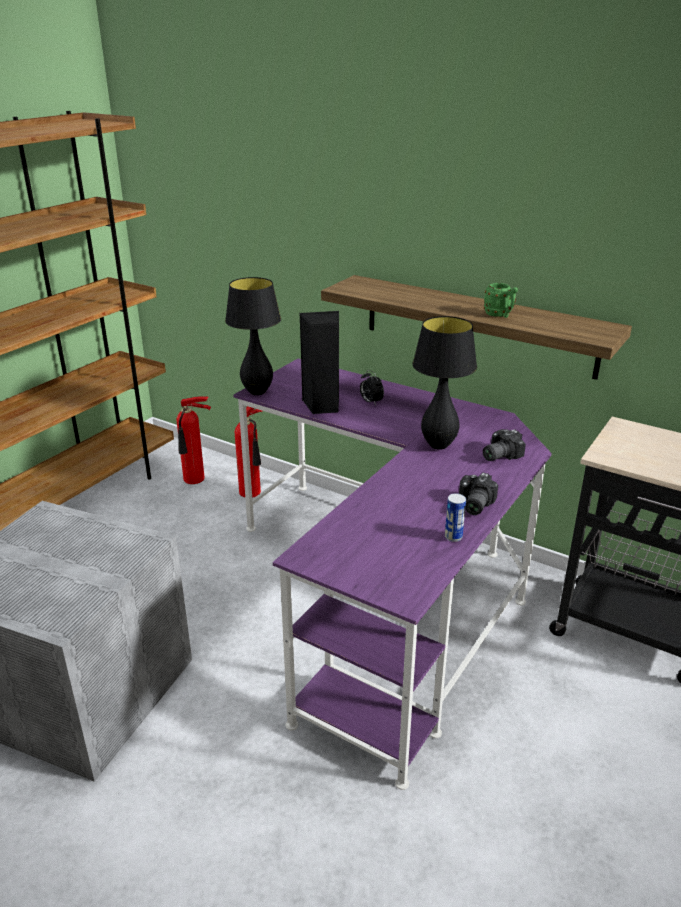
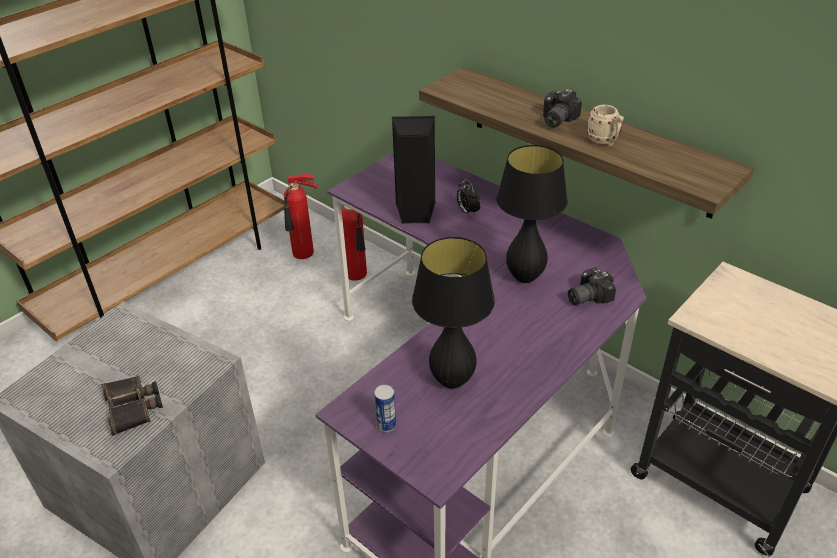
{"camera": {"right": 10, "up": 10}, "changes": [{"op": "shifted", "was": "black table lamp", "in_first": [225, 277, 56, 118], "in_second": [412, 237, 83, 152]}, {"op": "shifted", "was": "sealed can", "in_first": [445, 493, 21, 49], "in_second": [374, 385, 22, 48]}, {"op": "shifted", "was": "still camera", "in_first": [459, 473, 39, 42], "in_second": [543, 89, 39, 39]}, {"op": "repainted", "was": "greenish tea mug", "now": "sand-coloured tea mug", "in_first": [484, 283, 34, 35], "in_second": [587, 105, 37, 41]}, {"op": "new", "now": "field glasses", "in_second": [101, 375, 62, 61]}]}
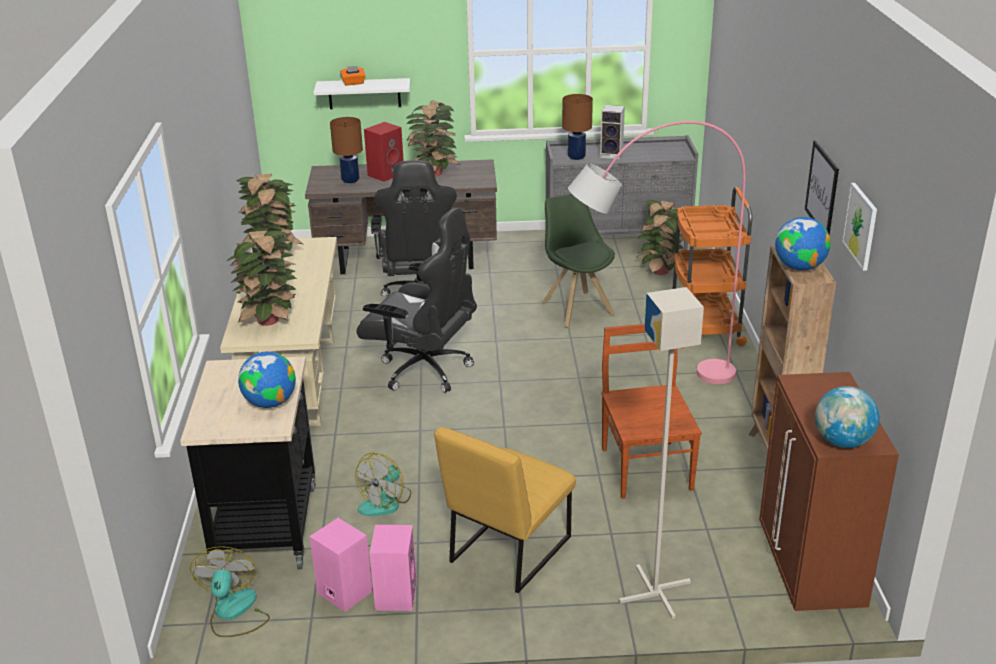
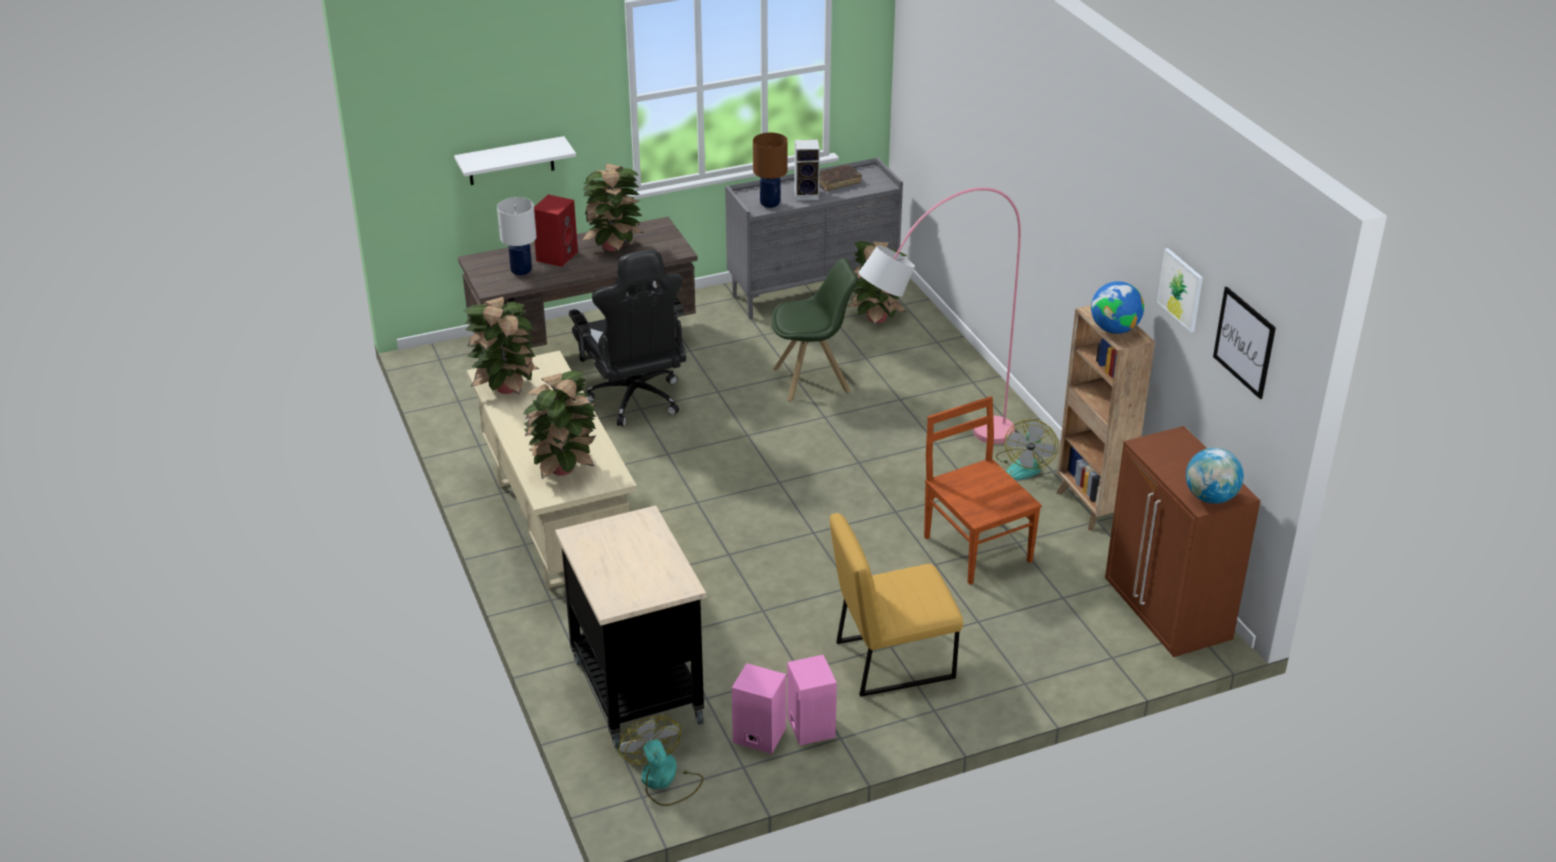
{"camera": {"right": -20, "up": 5}, "changes": [{"op": "gone", "was": "globe", "in_first": [238, 352, 58, 56]}, {"op": "repainted", "was": "brown table lamp", "now": "white-coloured table lamp", "in_first": [330, 117, 33, 66], "in_second": [497, 197, 40, 78]}, {"op": "gone", "was": "orange box of tissues", "in_first": [340, 66, 25, 20]}, {"op": "shifted", "was": "electric fan", "in_first": [355, 453, 56, 63], "in_second": [996, 419, 62, 61]}, {"op": "gone", "was": "black office chair", "in_first": [356, 207, 121, 186]}, {"op": "rotated", "was": "yellow-coloured upright chair", "in_first": [434, 427, 142, 166], "in_second": [830, 513, 133, 184], "clockwise": 60}, {"op": "rotated", "was": "greenish upright chair", "in_first": [542, 194, 73, 134], "in_second": [772, 258, 86, 144], "clockwise": 120}, {"op": "gone", "was": "greyish floor lamp", "in_first": [619, 287, 85, 332]}, {"op": "gone", "was": "orange trolley", "in_first": [673, 186, 79, 163]}, {"op": "shifted", "was": "picture", "in_first": [805, 140, 34, 96], "in_second": [1213, 287, 63, 112]}, {"op": "new", "now": "brown book", "in_second": [819, 165, 43, 26]}]}
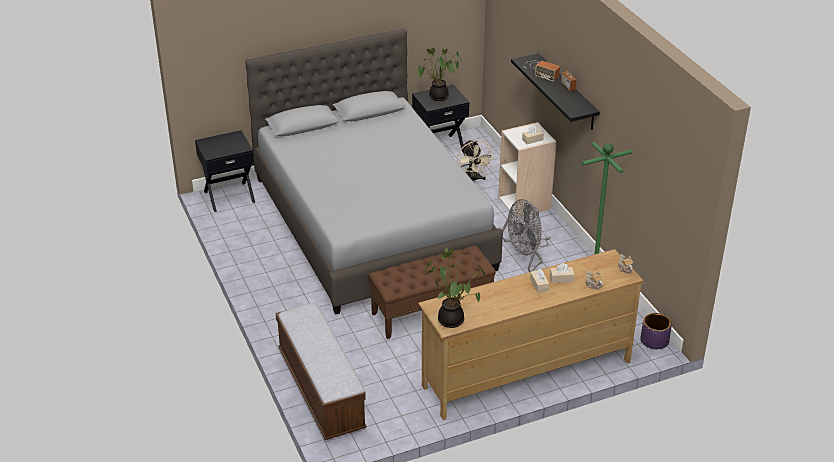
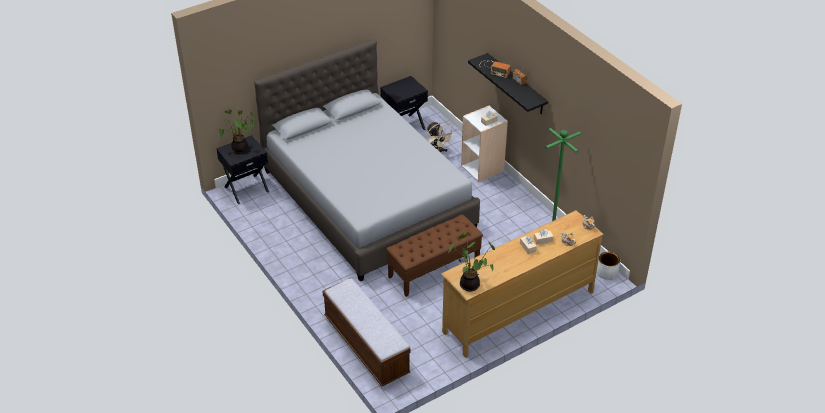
{"camera": {"right": -10, "up": 5}, "changes": [{"op": "shifted", "was": "plant in a pot", "in_first": [418, 48, 44, 53], "in_second": [218, 109, 38, 45]}, {"op": "gone", "was": "greyish electric fan", "in_first": [502, 199, 49, 73]}, {"op": "repainted", "was": "purple planter", "now": "white-coloured planter", "in_first": [641, 313, 31, 36], "in_second": [596, 252, 24, 28]}]}
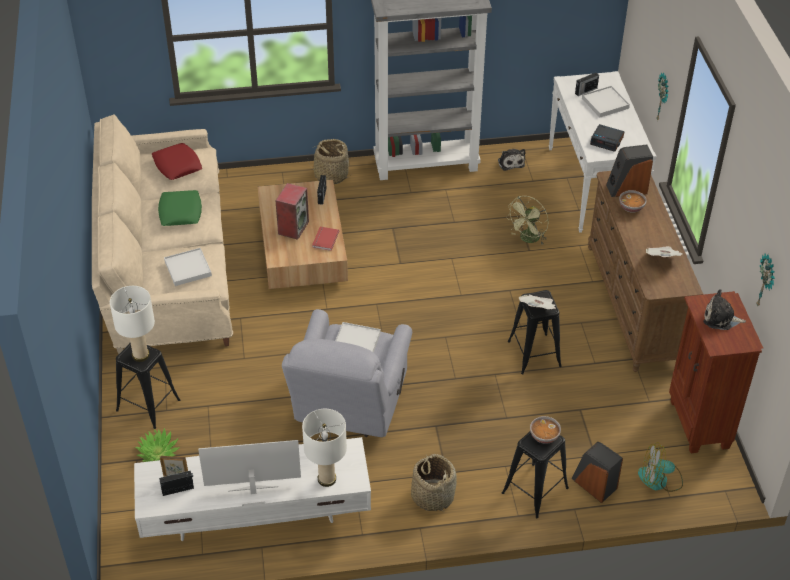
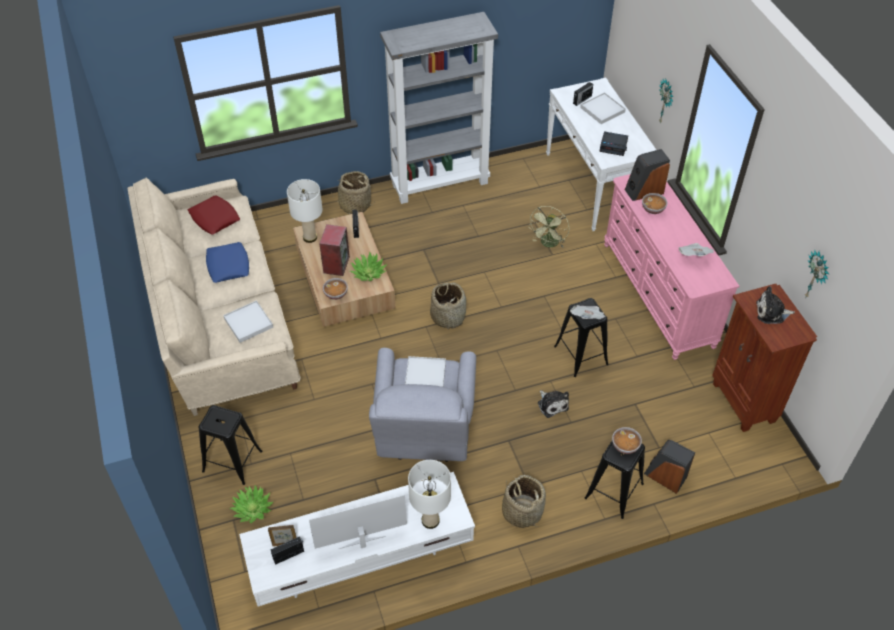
{"camera": {"right": -10, "up": 5}, "changes": [{"op": "shifted", "was": "white-coloured table lamp", "in_first": [110, 286, 45, 76], "in_second": [287, 179, 35, 64]}, {"op": "repainted", "was": "greenish throw pillow", "now": "bluish throw pillow", "in_first": [158, 190, 44, 36], "in_second": [206, 242, 43, 41]}, {"op": "swapped", "was": "red book", "now": "plant in a pot", "in_first": [312, 227, 27, 24], "in_second": [350, 251, 37, 30]}, {"op": "shifted", "was": "plush toy", "in_first": [498, 149, 27, 22], "in_second": [538, 390, 31, 28]}, {"op": "repainted", "was": "brown dresser", "now": "pink dresser", "in_first": [588, 171, 115, 201], "in_second": [604, 174, 135, 186]}, {"op": "gone", "was": "electric fan", "in_first": [638, 442, 45, 50]}, {"op": "new", "now": "deep dish", "in_second": [323, 278, 25, 22]}, {"op": "new", "now": "basket", "in_second": [430, 282, 36, 48]}]}
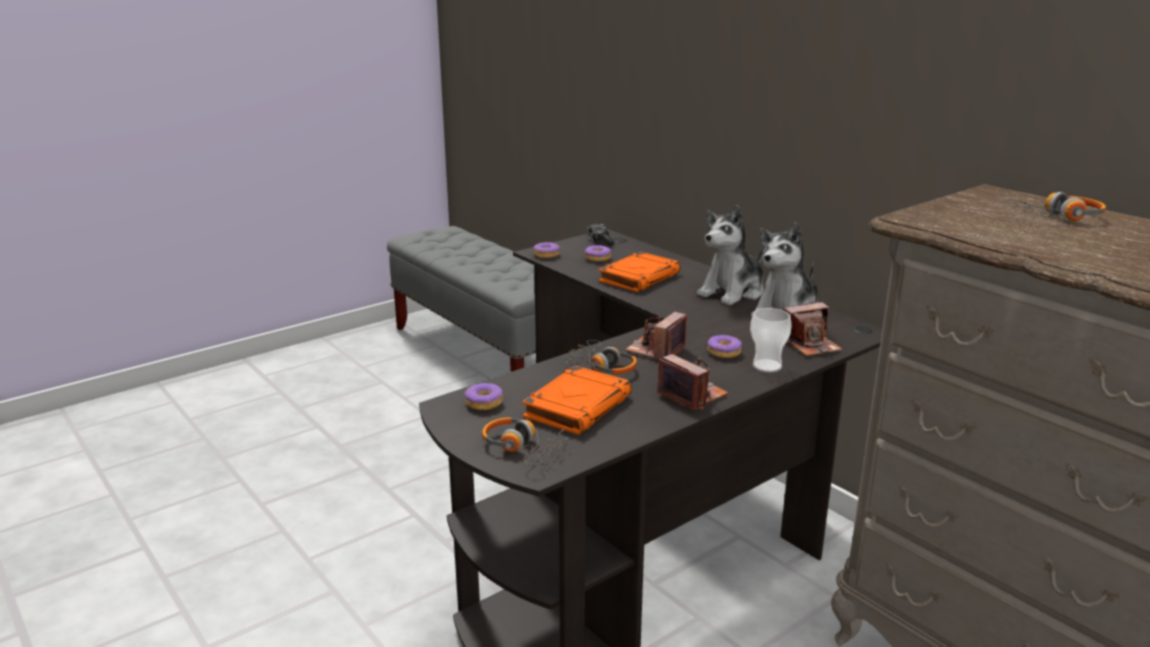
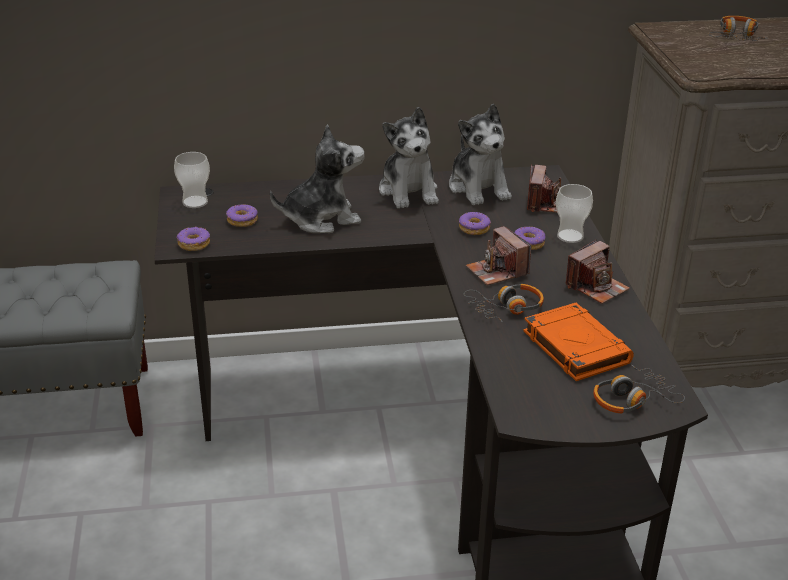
{"camera": {"right": -60, "up": 10}, "changes": [{"op": "shifted", "was": "ring doughnut", "in_first": [464, 383, 39, 27], "in_second": [459, 212, 32, 23]}, {"op": "swapped", "was": "joypad", "now": "small cup", "in_first": [587, 224, 27, 22], "in_second": [174, 152, 36, 56]}, {"op": "swapped", "was": "orange book", "now": "plush toy", "in_first": [599, 252, 82, 40], "in_second": [270, 124, 95, 109]}, {"op": "rotated", "was": "still camera", "in_first": [657, 354, 72, 56], "in_second": [566, 240, 64, 64], "clockwise": 150}]}
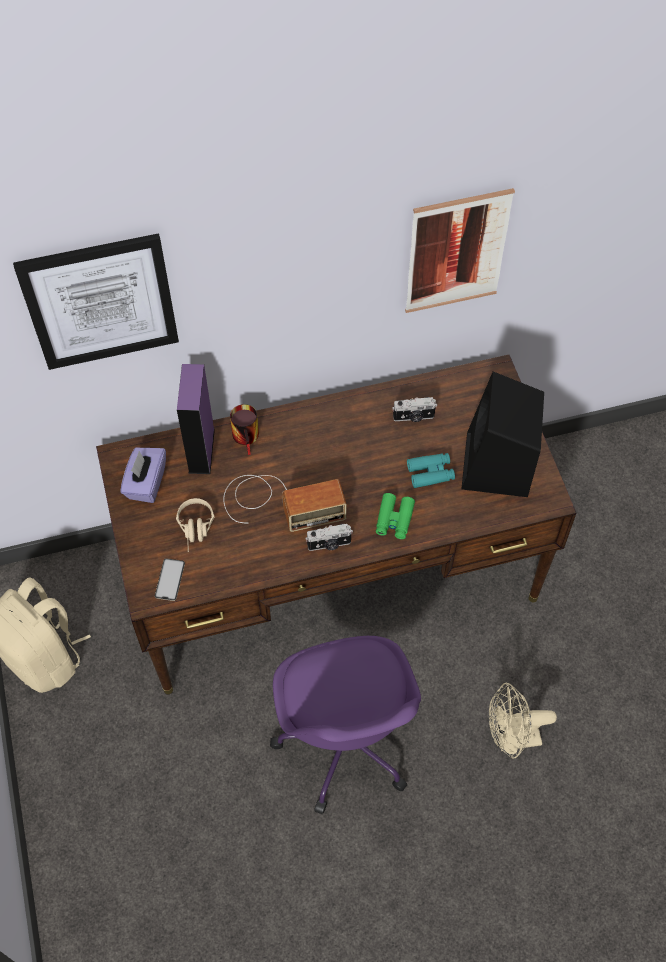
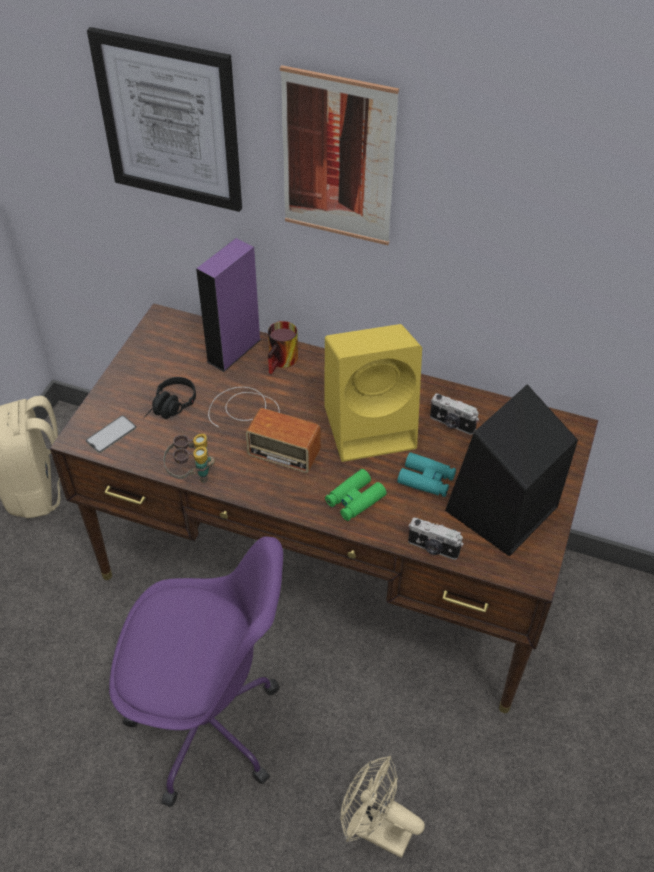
{"camera": {"right": 35, "up": -10}, "changes": [{"op": "gone", "was": "purple box of tissues", "in_first": [120, 448, 46, 55]}, {"op": "repainted", "was": "sand-coloured headphones", "now": "black headphones", "in_first": [176, 498, 39, 54], "in_second": [143, 377, 53, 42]}, {"op": "rotated", "was": "purple office chair", "in_first": [270, 636, 151, 178], "in_second": [109, 536, 174, 271], "clockwise": -105}, {"op": "shifted", "was": "still camera", "in_first": [305, 524, 48, 27], "in_second": [408, 517, 56, 43]}, {"op": "shifted", "was": "picture", "in_first": [405, 188, 110, 125], "in_second": [280, 65, 119, 180]}, {"op": "new", "now": "field glasses", "in_second": [164, 433, 51, 50]}, {"op": "new", "now": "yellow-coloured loudspeaker", "in_second": [325, 324, 97, 138]}]}
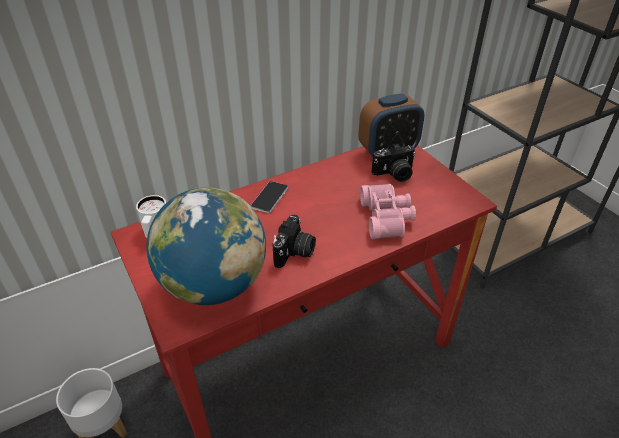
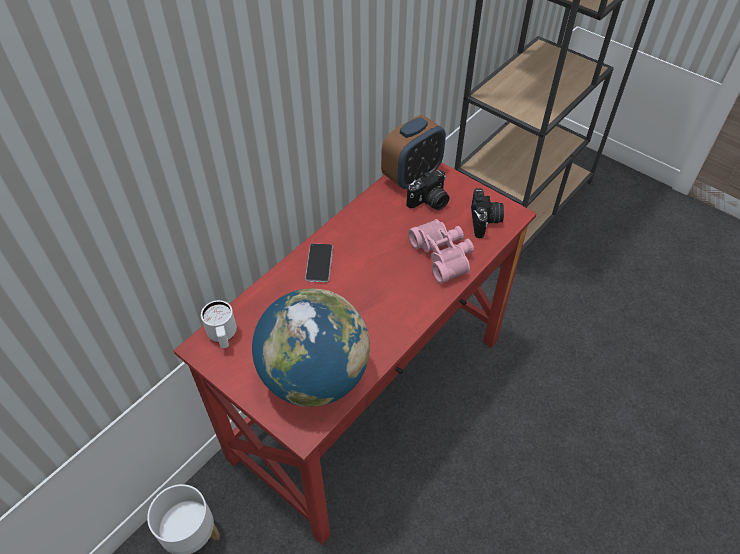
{"camera": {"right": -20, "up": 10}, "changes": [{"op": "shifted", "was": "still camera", "in_first": [272, 214, 44, 54], "in_second": [471, 188, 33, 50]}]}
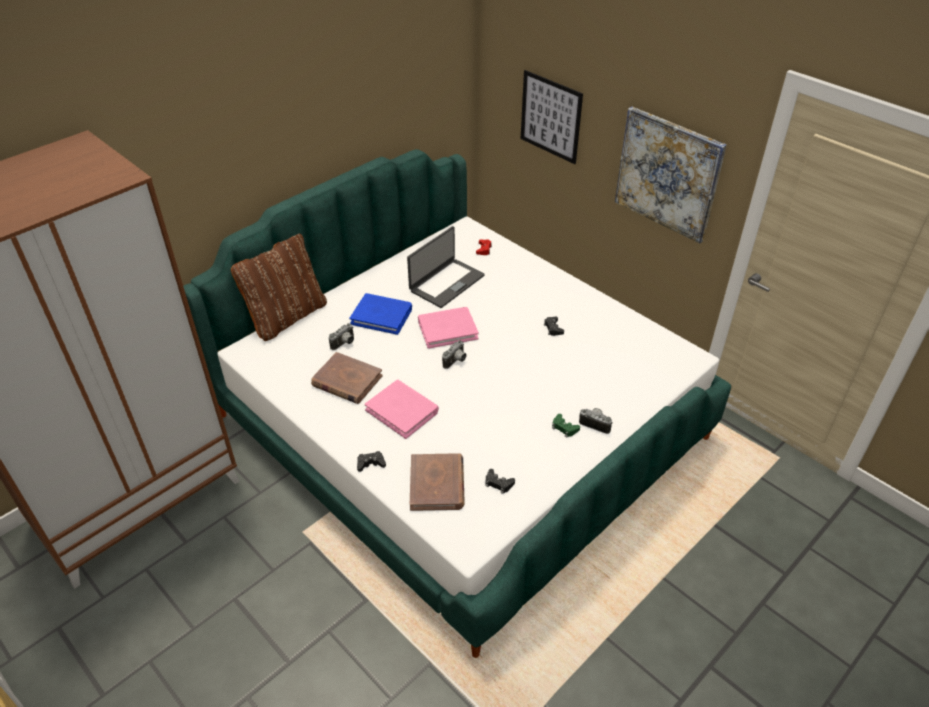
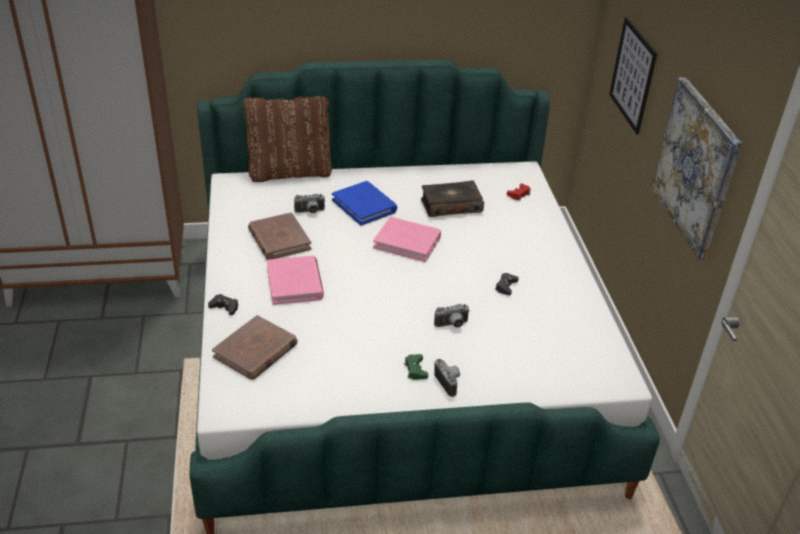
{"camera": {"right": 35, "up": -5}, "changes": [{"op": "swapped", "was": "laptop", "now": "book", "in_first": [407, 226, 78, 82], "in_second": [421, 180, 63, 37]}, {"op": "shifted", "was": "still camera", "in_first": [442, 340, 25, 29], "in_second": [434, 304, 36, 24]}, {"op": "gone", "was": "black joypad", "in_first": [485, 469, 30, 25]}]}
